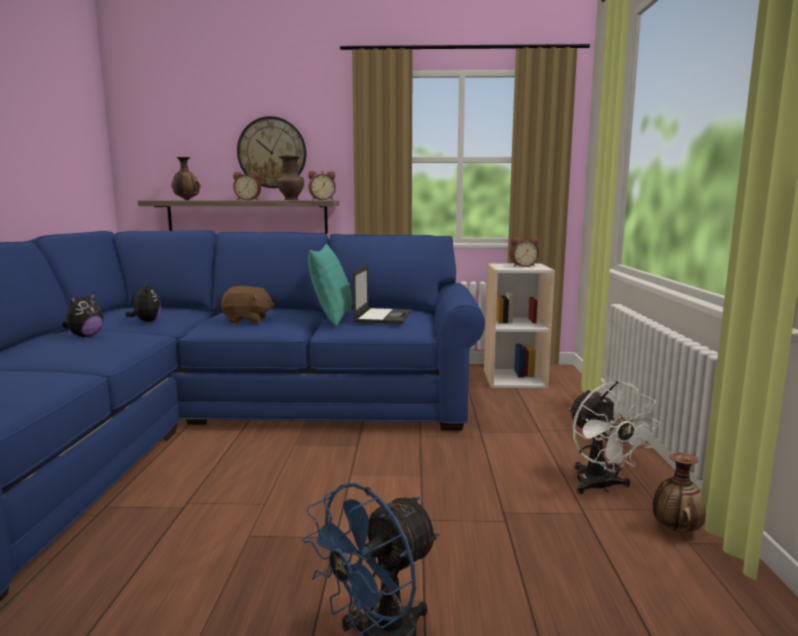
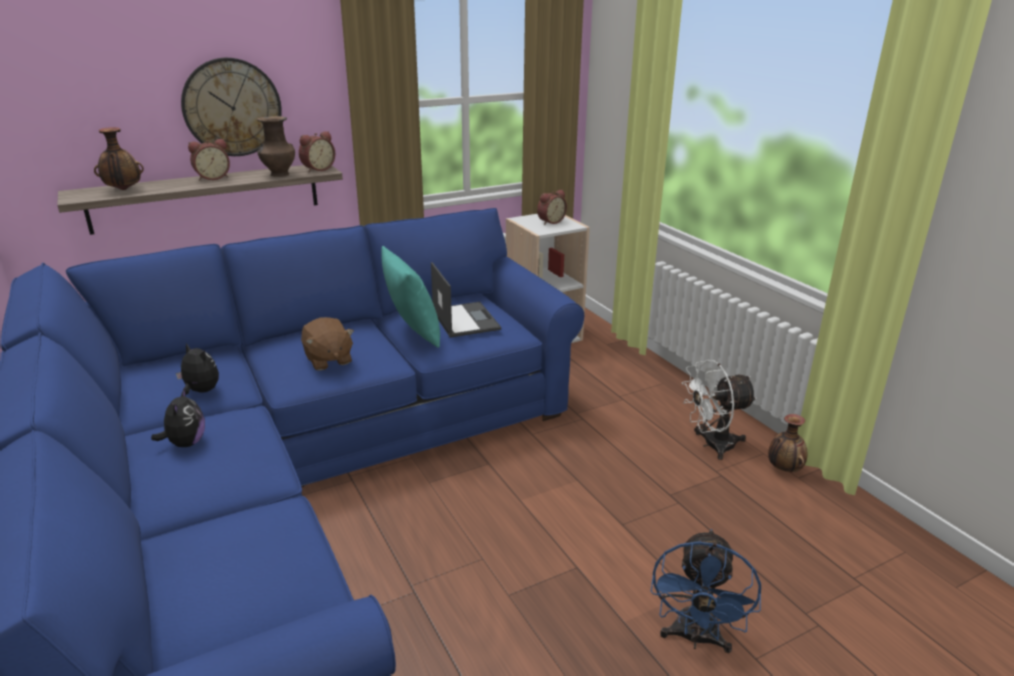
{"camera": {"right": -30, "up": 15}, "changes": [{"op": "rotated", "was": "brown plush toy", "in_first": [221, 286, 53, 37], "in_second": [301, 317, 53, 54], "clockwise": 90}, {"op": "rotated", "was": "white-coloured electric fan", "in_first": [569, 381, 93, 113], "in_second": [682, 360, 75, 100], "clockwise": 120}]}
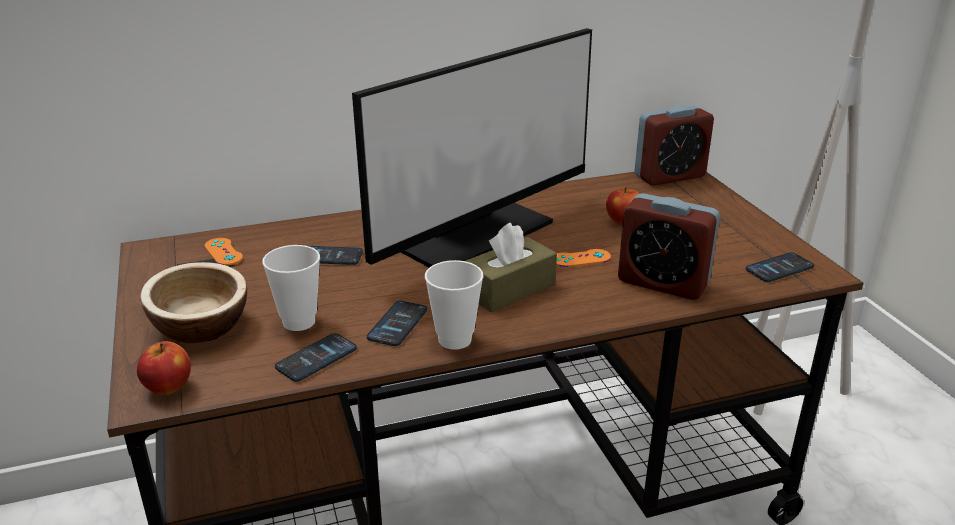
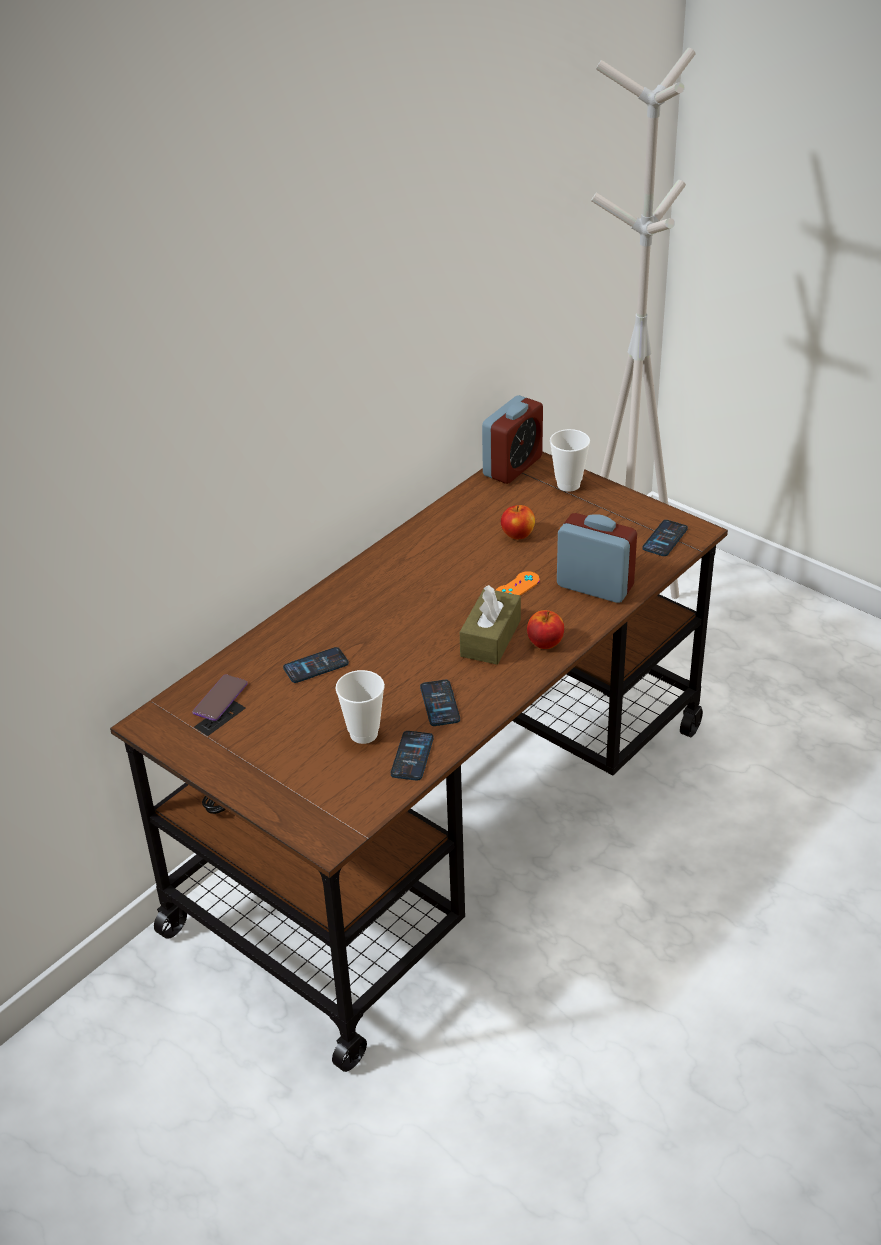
{"camera": {"right": -30, "up": 10}, "changes": [{"op": "shifted", "was": "apple", "in_first": [137, 341, 54, 54], "in_second": [527, 610, 37, 39]}, {"op": "gone", "was": "deep dish", "in_first": [141, 262, 106, 81]}, {"op": "swapped", "was": "orange joypad", "now": "handset", "in_first": [204, 238, 39, 28], "in_second": [192, 674, 56, 47]}, {"op": "gone", "was": "computer screen", "in_first": [352, 28, 240, 240]}, {"op": "shifted", "was": "small cup", "in_first": [425, 260, 59, 90], "in_second": [550, 429, 40, 63]}, {"op": "rotated", "was": "alarm clock", "in_first": [618, 193, 102, 107], "in_second": [557, 513, 80, 90], "clockwise": -150}]}
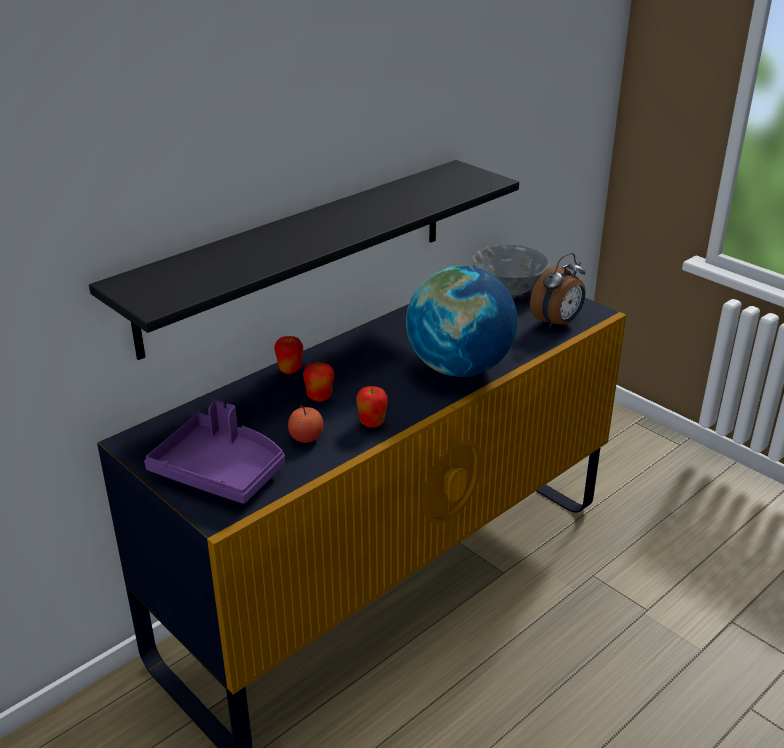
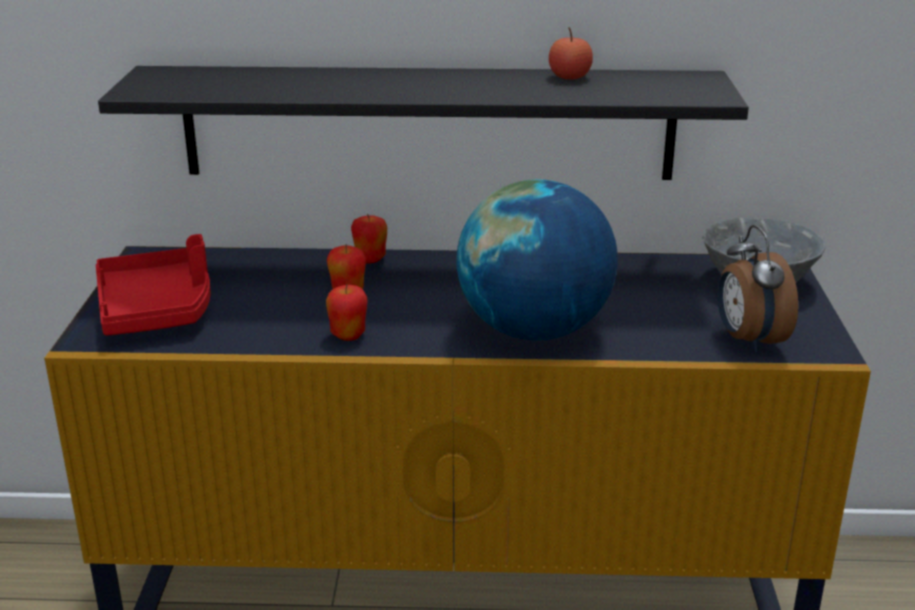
{"camera": {"right": 45, "up": -5}, "changes": [{"op": "repainted", "was": "purple tray", "now": "red tray", "in_first": [144, 400, 141, 104], "in_second": [96, 234, 115, 102]}, {"op": "shifted", "was": "apple", "in_first": [288, 404, 35, 39], "in_second": [549, 27, 44, 53]}, {"op": "rotated", "was": "alarm clock", "in_first": [530, 253, 56, 76], "in_second": [717, 225, 81, 127], "clockwise": 75}]}
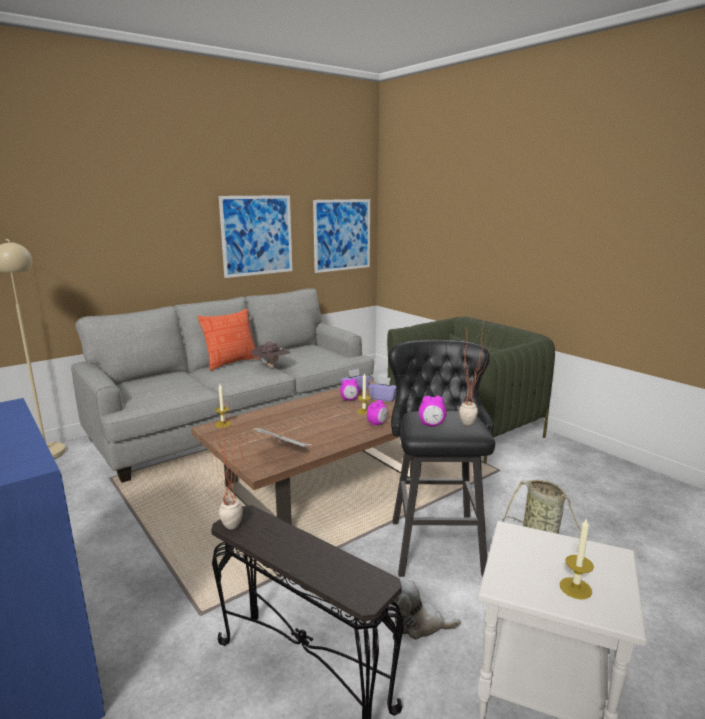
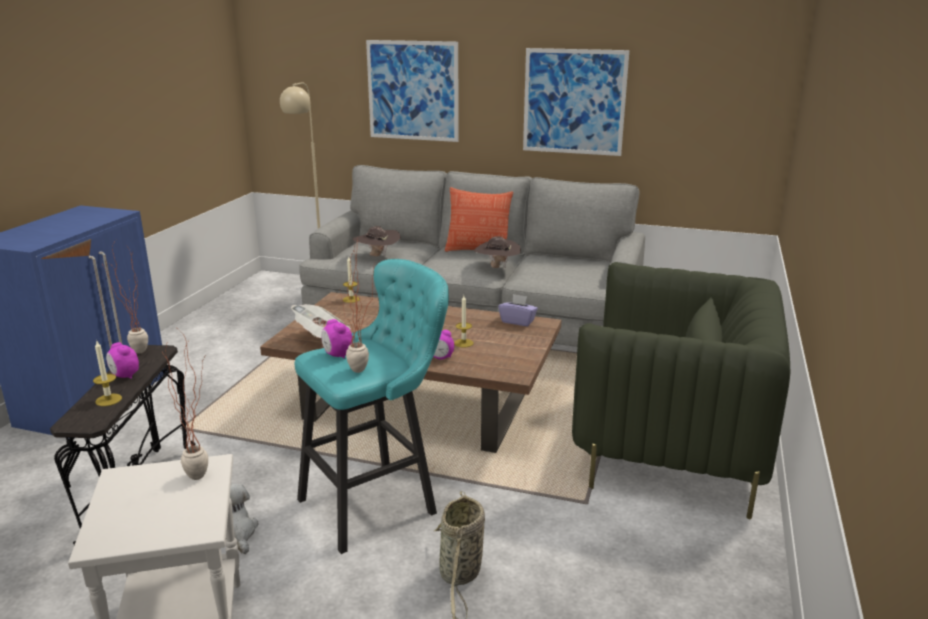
{"camera": {"right": 55, "up": 5}, "changes": [{"op": "shifted", "was": "picture", "in_first": [313, 199, 57, 74], "in_second": [366, 40, 93, 102]}, {"op": "shifted", "was": "alarm clock", "in_first": [340, 379, 19, 22], "in_second": [106, 342, 33, 37]}, {"op": "gone", "was": "purple box of tissues", "in_first": [368, 377, 28, 25]}, {"op": "repainted", "was": "black stool", "now": "turquoise stool", "in_first": [388, 340, 107, 237], "in_second": [295, 259, 154, 295]}, {"op": "shifted", "was": "candle", "in_first": [560, 518, 34, 82], "in_second": [93, 341, 29, 65]}, {"op": "new", "now": "plant in a pot", "in_second": [162, 330, 46, 150]}, {"op": "new", "now": "brown clothing hat", "in_second": [353, 226, 48, 31]}]}
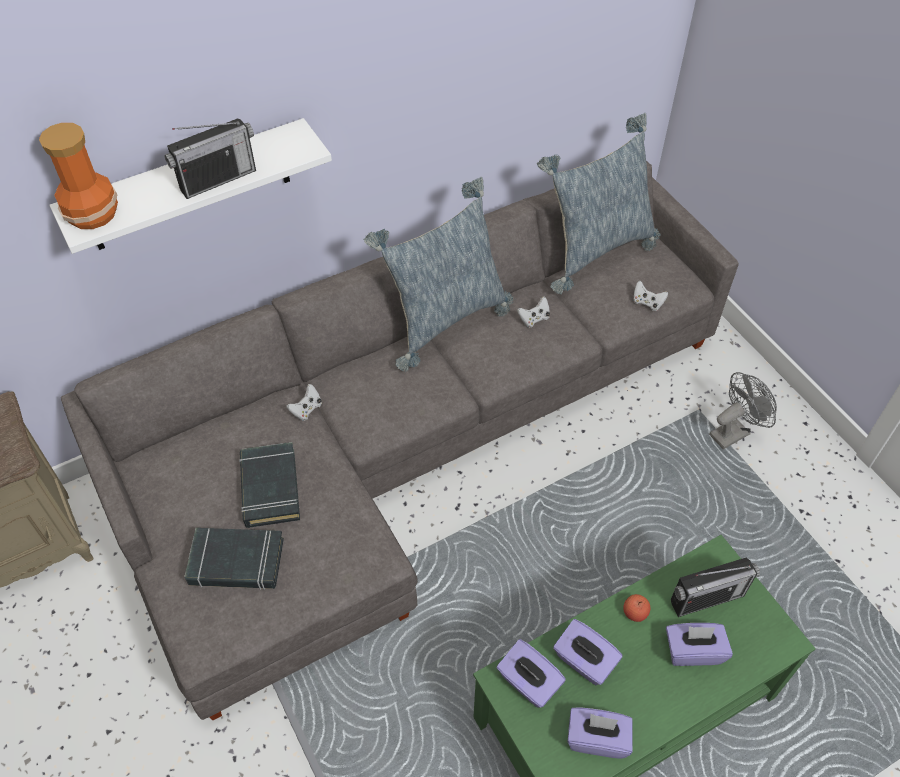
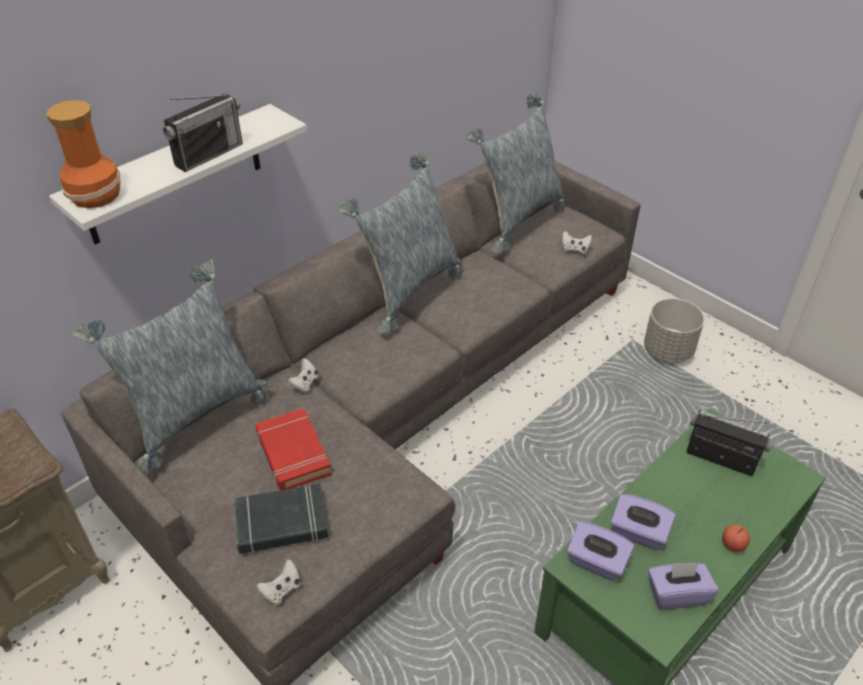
{"camera": {"right": -15, "up": -10}, "changes": [{"op": "repainted", "was": "black book", "now": "red book", "in_first": [239, 442, 61, 86], "in_second": [256, 408, 76, 82]}, {"op": "shifted", "was": "white-coloured joypad", "in_first": [517, 296, 33, 31], "in_second": [256, 559, 45, 46]}, {"op": "shifted", "was": "apple", "in_first": [623, 594, 28, 28], "in_second": [722, 525, 28, 27]}, {"op": "gone", "was": "purple box of tissues", "in_first": [666, 623, 67, 43]}, {"op": "rotated", "was": "radio set", "in_first": [671, 558, 89, 59], "in_second": [687, 410, 86, 66], "clockwise": -120}, {"op": "swapped", "was": "greyish electric fan", "now": "greyish planter", "in_first": [709, 372, 68, 77], "in_second": [644, 298, 60, 65]}, {"op": "new", "now": "throw pillow", "in_second": [73, 259, 198, 215]}]}
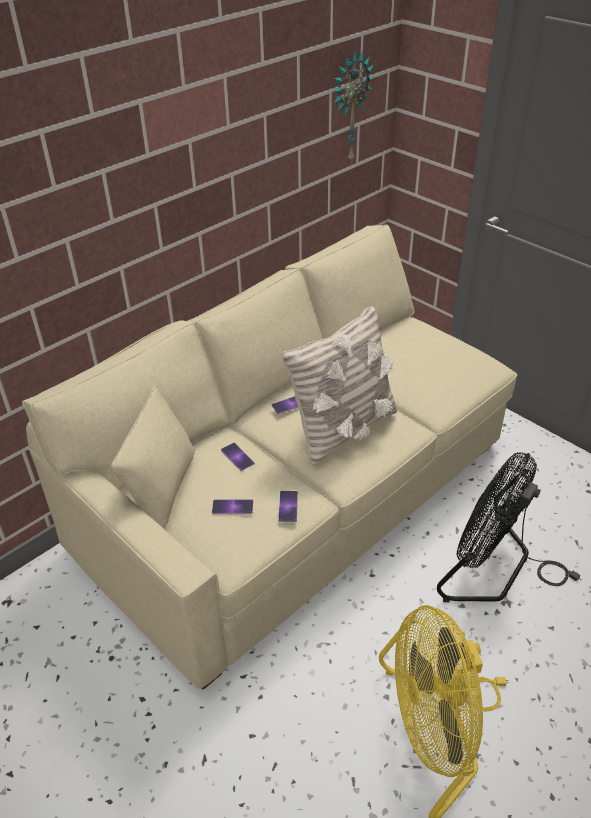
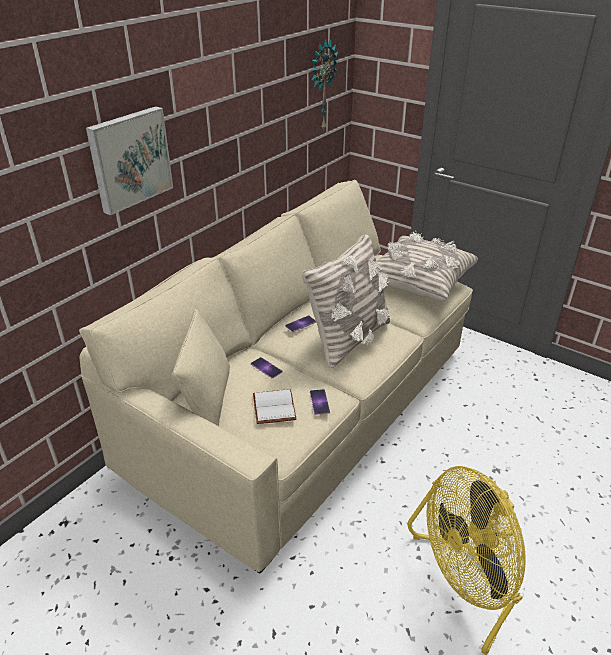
{"camera": {"right": -10, "up": -5}, "changes": [{"op": "swapped", "was": "handset", "now": "white-coloured book", "in_first": [212, 499, 41, 15], "in_second": [253, 389, 44, 35]}, {"op": "gone", "was": "black electric fan", "in_first": [437, 452, 144, 151]}, {"op": "new", "now": "picture", "in_second": [86, 106, 87, 109]}, {"op": "new", "now": "sand-coloured throw pillow", "in_second": [377, 231, 101, 70]}]}
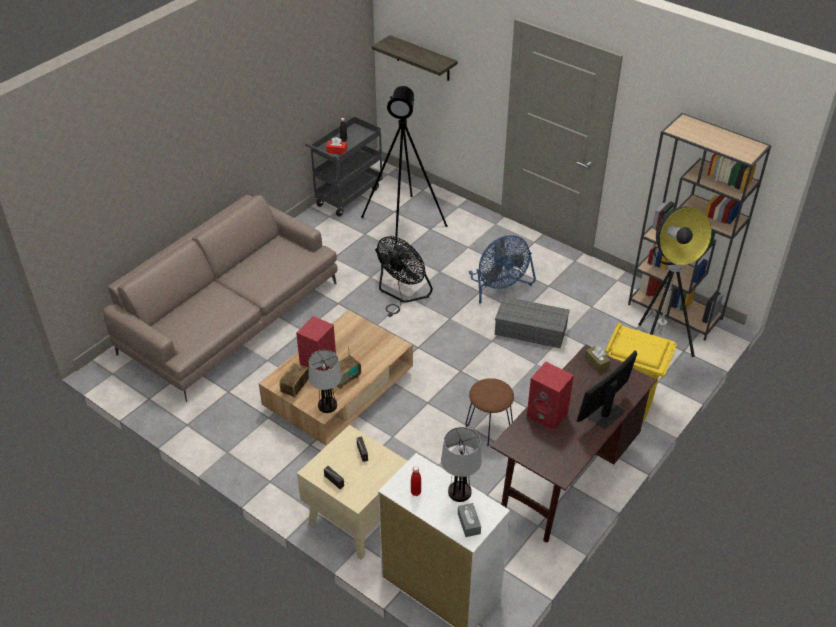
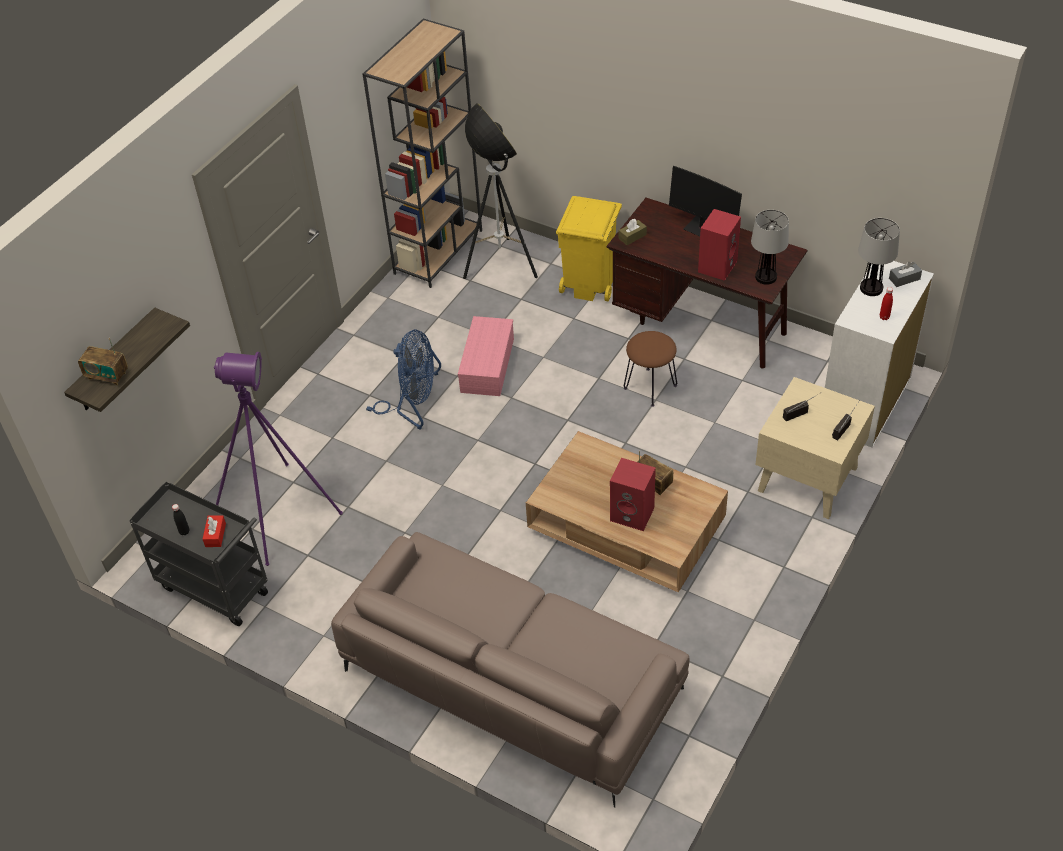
{"camera": {"right": -95, "up": 5}, "changes": [{"op": "shifted", "was": "radio set", "in_first": [279, 363, 30, 35], "in_second": [78, 338, 50, 47]}, {"op": "shifted", "was": "table lamp", "in_first": [309, 350, 33, 63], "in_second": [751, 210, 38, 75]}, {"op": "repainted", "was": "black floor lamp", "now": "purple floor lamp", "in_first": [361, 86, 87, 163], "in_second": [214, 352, 129, 214]}, {"op": "gone", "was": "black electric fan", "in_first": [375, 236, 58, 81]}, {"op": "rotated", "was": "bluish electric fan", "in_first": [469, 235, 67, 69], "in_second": [366, 329, 75, 101], "clockwise": 45}, {"op": "repainted", "was": "greyish storage bin", "now": "pink storage bin", "in_first": [495, 296, 75, 53], "in_second": [458, 316, 56, 80]}]}
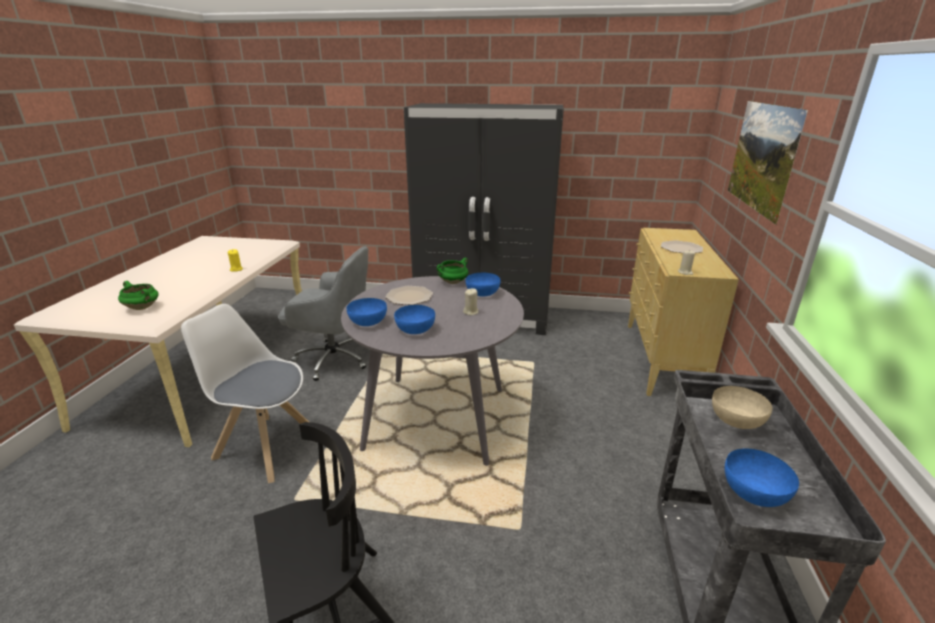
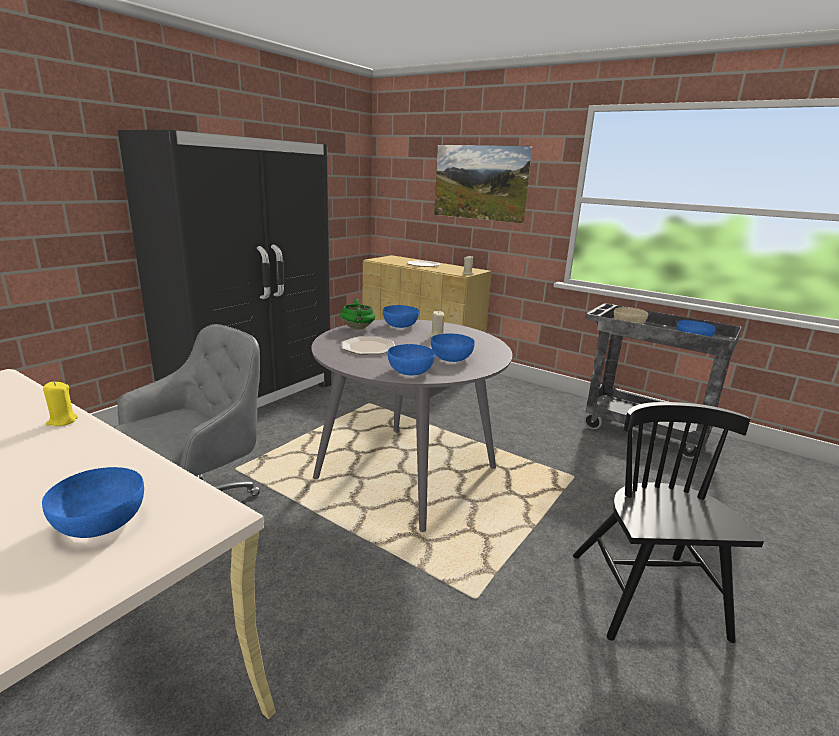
{"camera": {"right": -65, "up": -5}, "changes": [{"op": "swapped", "was": "greenish cooking pot", "now": "bluish deep dish", "in_first": [118, 281, 41, 29], "in_second": [42, 467, 102, 71]}, {"op": "gone", "was": "upright chair", "in_first": [181, 304, 128, 179]}]}
